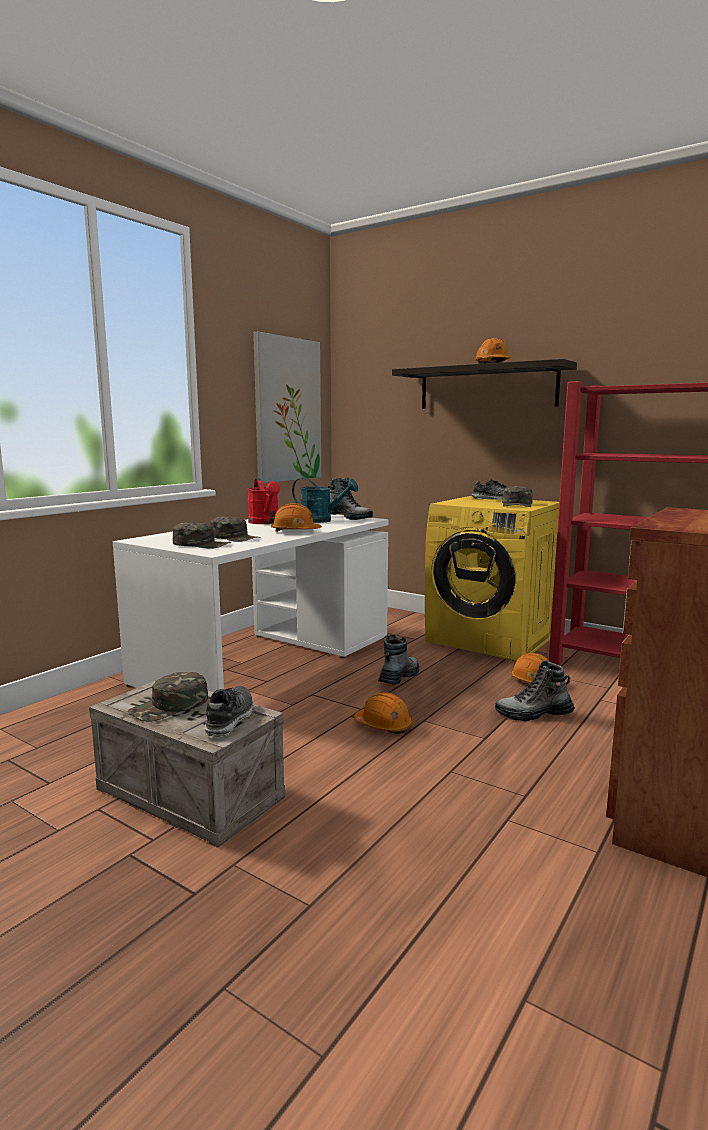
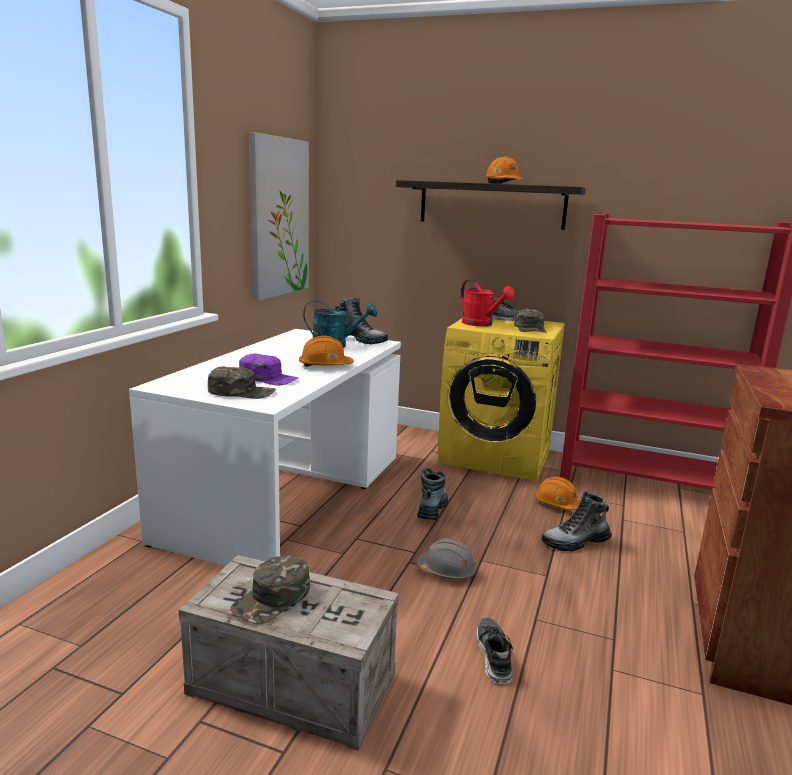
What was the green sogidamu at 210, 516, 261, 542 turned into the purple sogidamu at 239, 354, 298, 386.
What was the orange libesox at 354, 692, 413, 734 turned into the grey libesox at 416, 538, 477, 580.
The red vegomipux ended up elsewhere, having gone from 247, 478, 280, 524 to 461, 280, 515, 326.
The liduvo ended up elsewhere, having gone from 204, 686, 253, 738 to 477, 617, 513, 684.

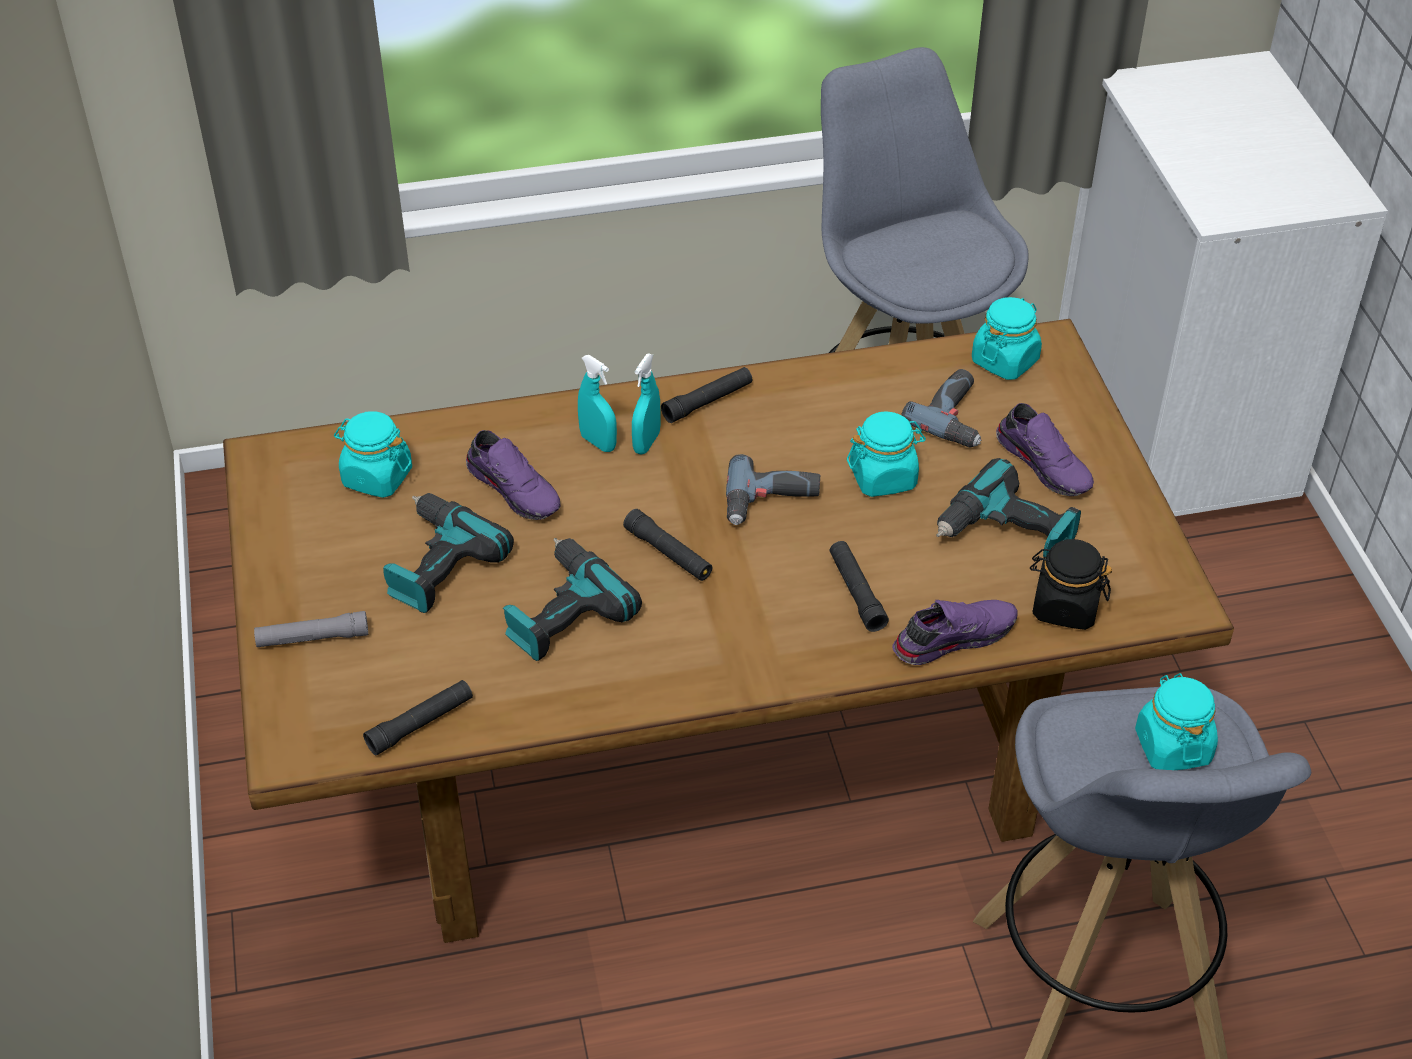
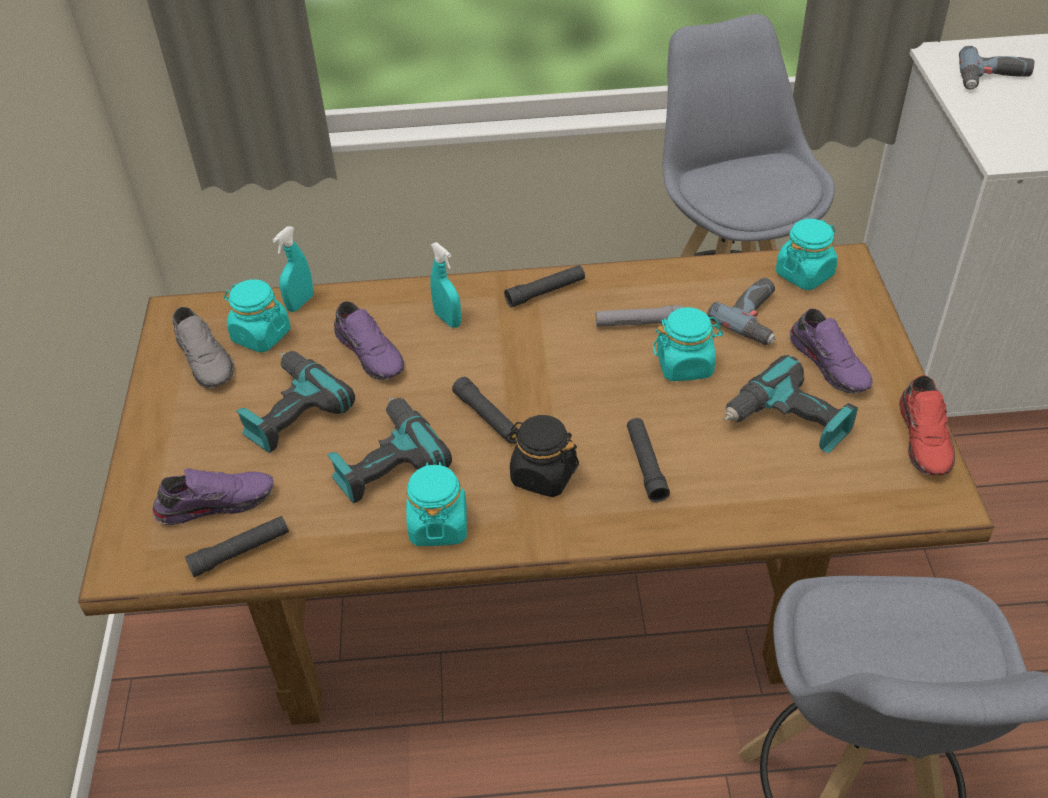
The purple liduvo ended up elsewhere, having gone from 892, 600, 1018, 665 to 152, 468, 274, 525.
The second view gained the grey liduvo at 172, 307, 235, 388.
The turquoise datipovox ended up elsewhere, having gone from 632, 353, 661, 454 to 273, 226, 313, 312.
The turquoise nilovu ended up elsewhere, having gone from 1135, 673, 1218, 770 to 406, 462, 467, 546.
The black nilovu ended up elsewhere, having gone from 1030, 539, 1112, 630 to 506, 415, 579, 497.
The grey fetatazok ended up elsewhere, having gone from 254, 611, 368, 647 to 596, 305, 682, 327.
The second view gained the red liduvo at 899, 375, 955, 475.
The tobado ended up elsewhere, having gone from 726, 454, 820, 525 to 959, 46, 1034, 89.

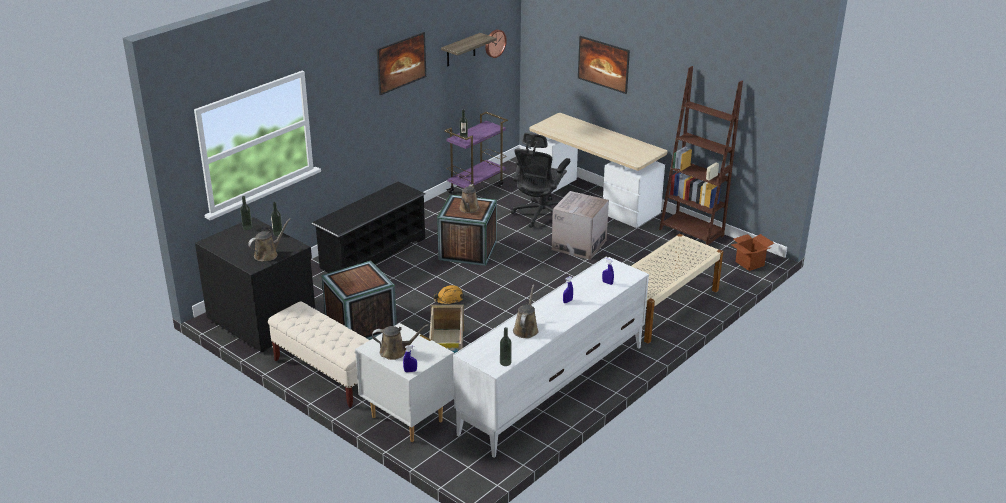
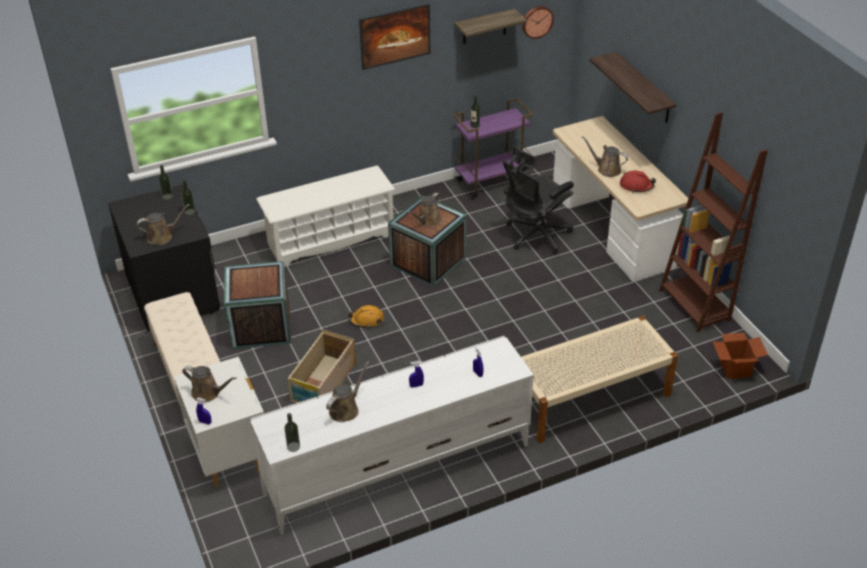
What was the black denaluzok at 311, 182, 425, 273 turned into the white denaluzok at 256, 166, 395, 266.
The second view gained the brown vegomipux at 582, 136, 628, 177.
Where the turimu hung at 578, 36, 630, 94, the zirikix came to hang at 589, 52, 676, 123.
The second view gained the red libesox at 620, 171, 656, 193.
The second view lost the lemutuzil at 552, 191, 609, 260.

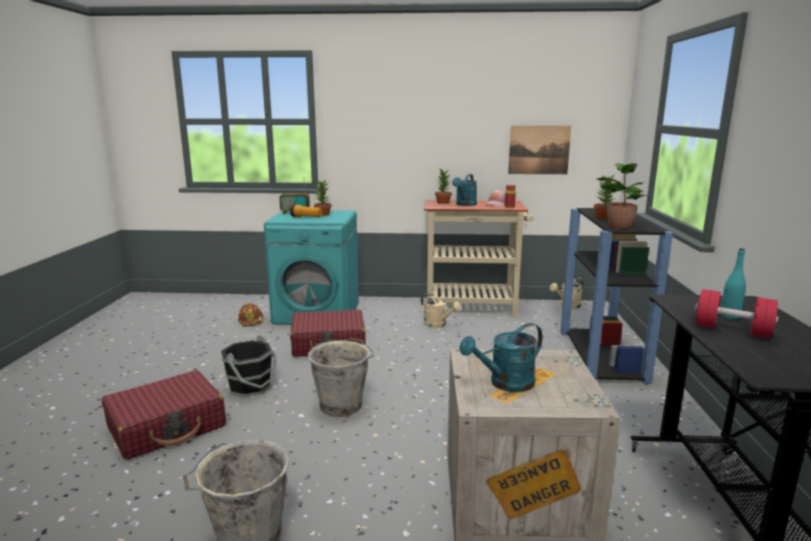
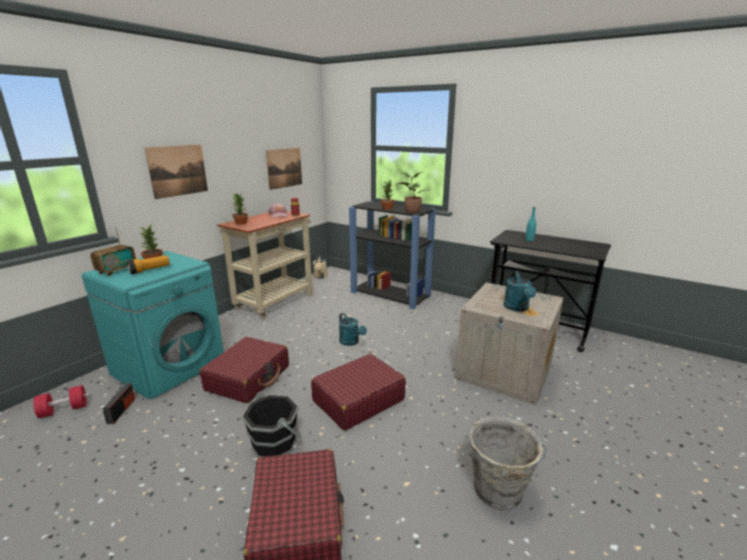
The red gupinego ended up elsewhere, having gone from 695, 289, 778, 339 to 33, 385, 87, 418.
Where the brown libesox stood at 238, 303, 263, 327, the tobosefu came to stand at 103, 382, 135, 424.
The second view gained the turimu at 145, 145, 208, 199.
Where the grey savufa stood at 308, 338, 374, 417, the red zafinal came to stand at 311, 354, 406, 431.
The turquoise vegomipux ended up elsewhere, having gone from 452, 174, 477, 206 to 339, 313, 367, 346.
The second view lost the beige vegomipux at 421, 293, 461, 328.

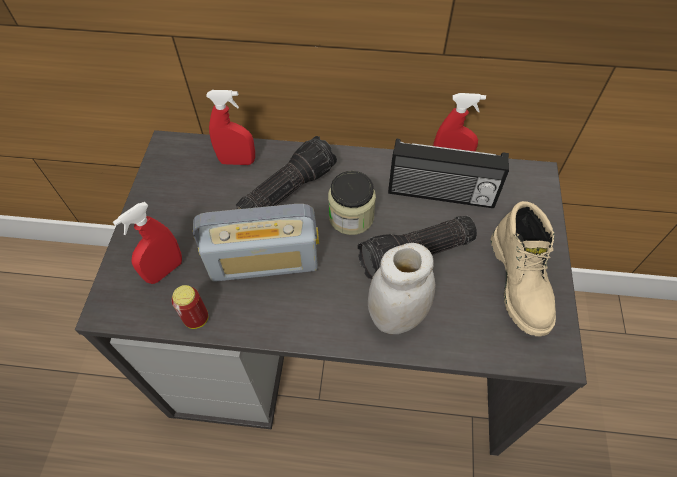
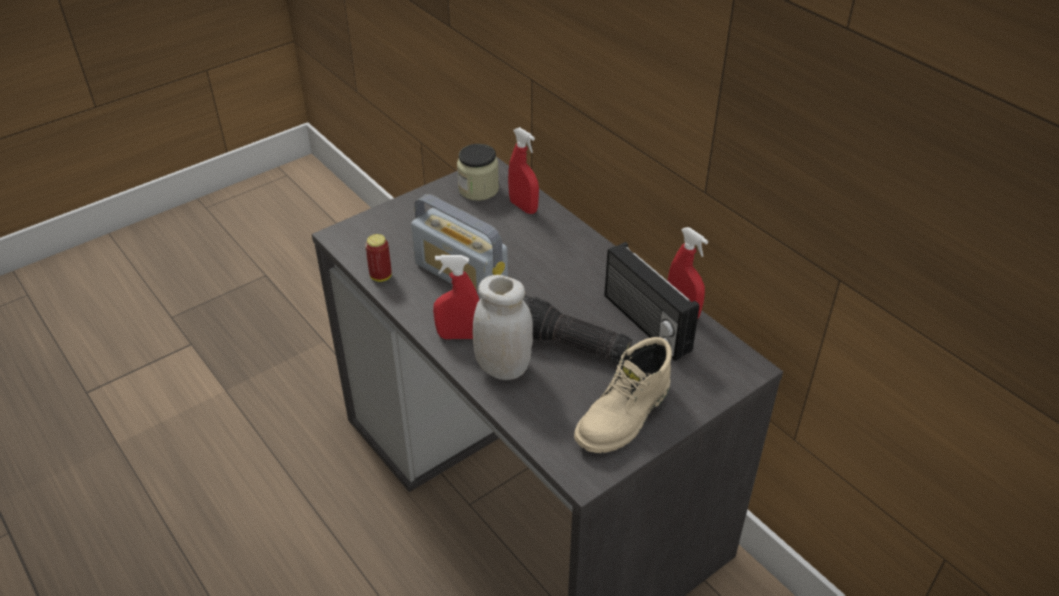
The red datipovox ended up elsewhere, having gone from 113, 202, 182, 284 to 433, 255, 479, 339.
The nilovu ended up elsewhere, having gone from 328, 171, 376, 235 to 457, 144, 499, 201.
The second view lost the fetatazok at 235, 136, 337, 209.

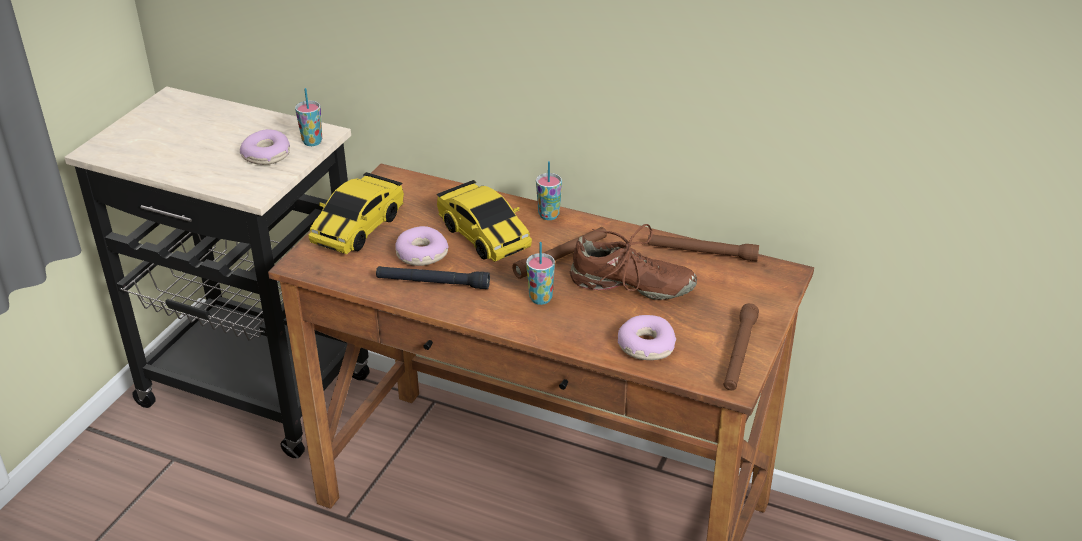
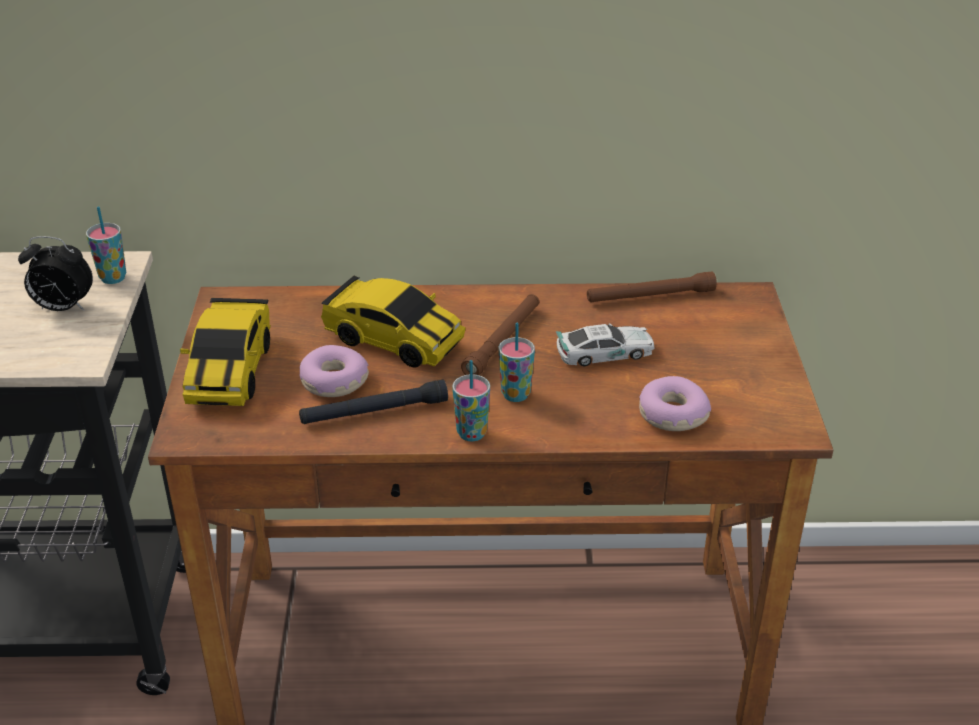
Where the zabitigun stood at 240, 129, 290, 165, the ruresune came to stand at 18, 236, 93, 311.
The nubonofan ended up elsewhere, having gone from 536, 161, 562, 220 to 452, 360, 490, 441.
Where the brown liduvo stood at 570, 224, 697, 300, the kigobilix came to stand at 556, 323, 655, 367.
The second view lost the brown fetatazok at 724, 303, 759, 390.

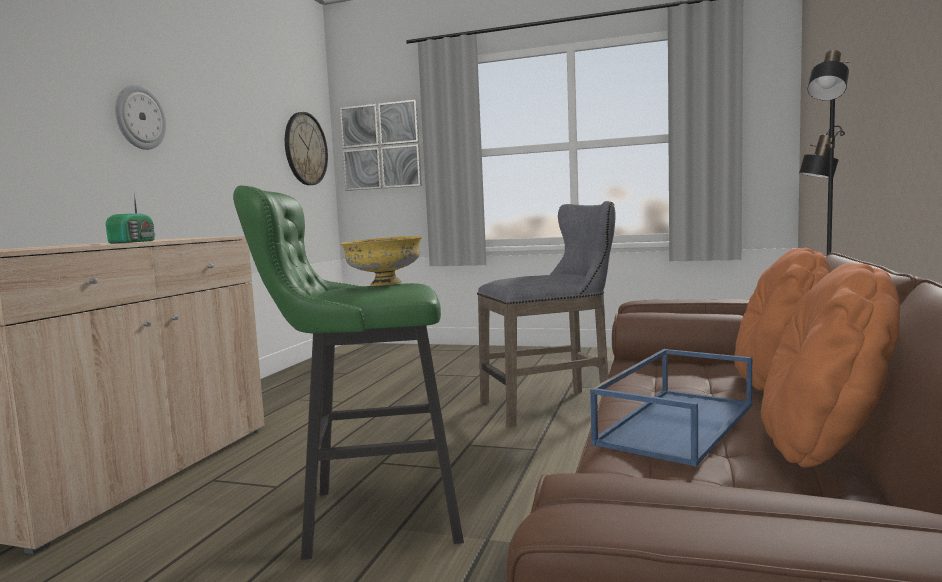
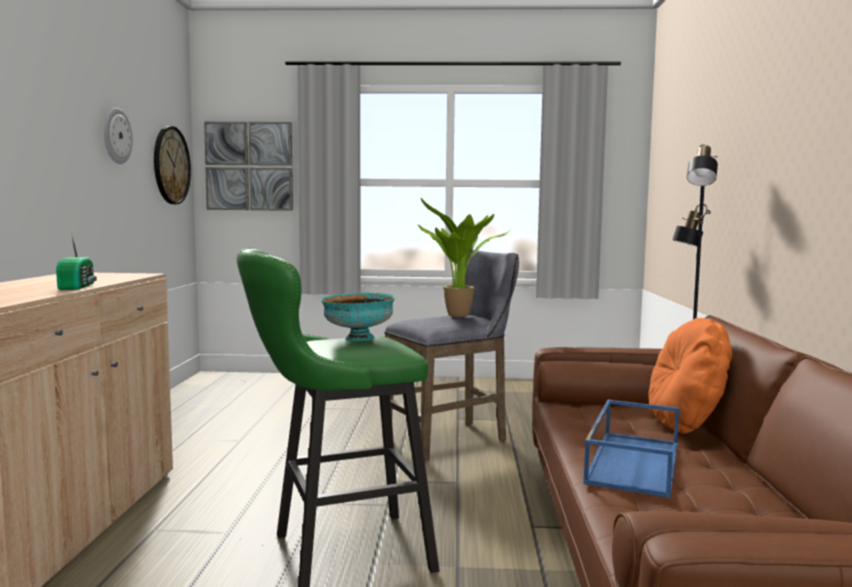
The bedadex ended up elsewhere, having gone from 115, 85, 166, 150 to 104, 108, 133, 164.
What was the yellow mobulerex at 340, 236, 422, 286 turned into the turquoise mobulerex at 320, 292, 396, 341.
The second view gained the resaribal at 418, 198, 511, 317.
The second view lost the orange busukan at 761, 263, 900, 468.

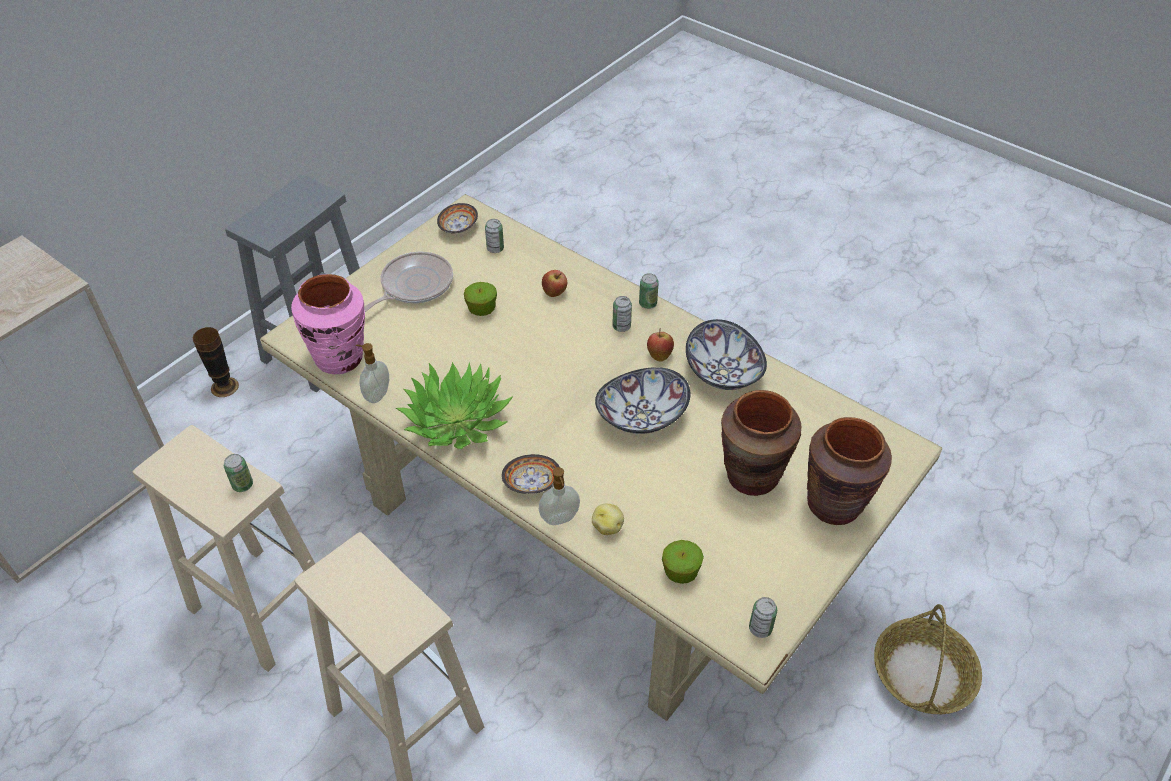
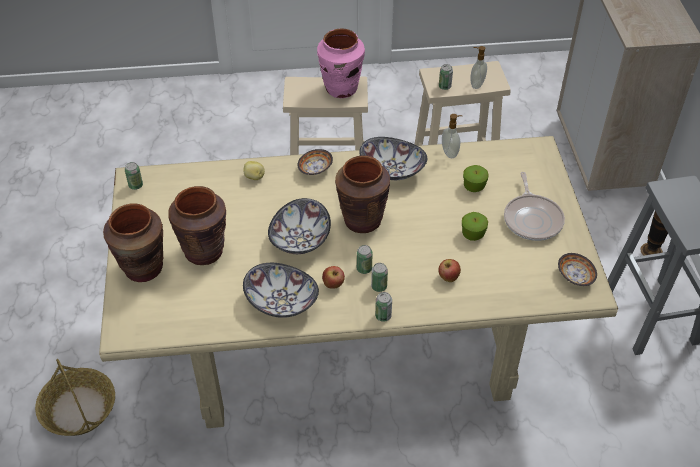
The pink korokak ended up elsewhere, having gone from 291, 274, 365, 374 to 317, 29, 365, 98.
The second view gained the brown korokak at 335, 155, 390, 233.
The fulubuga ended up elsewhere, having gone from 485, 219, 504, 253 to 357, 245, 373, 274.
Where the resaribal stood at 396, 362, 513, 449, the mobulerex came to stand at 359, 137, 427, 180.
The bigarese ended up elsewhere, having gone from 662, 540, 704, 584 to 463, 165, 489, 192.
The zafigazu ended up elsewhere, having gone from 539, 467, 580, 525 to 470, 46, 487, 89.

